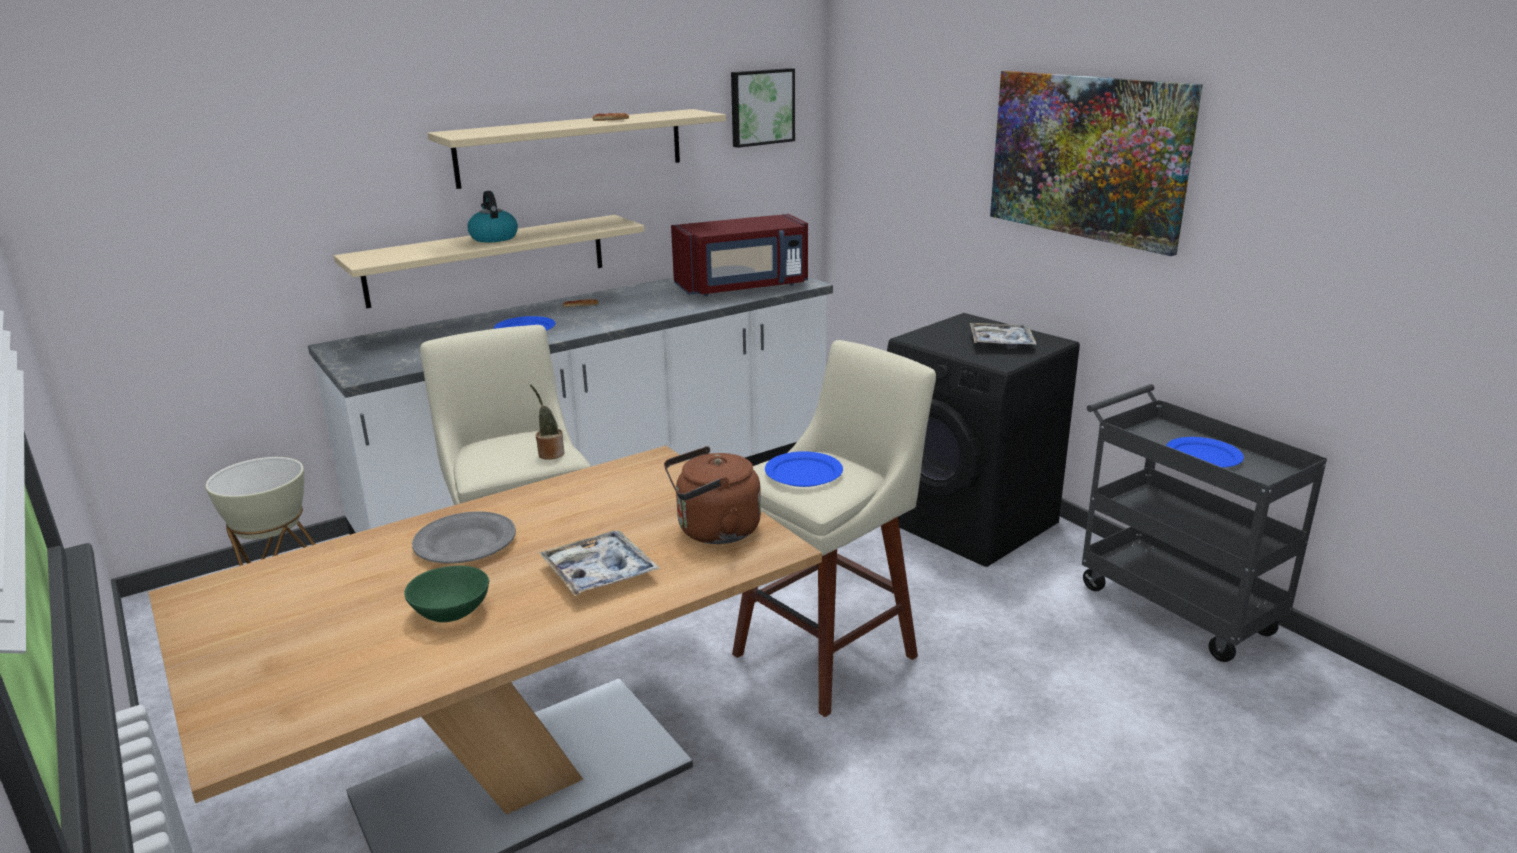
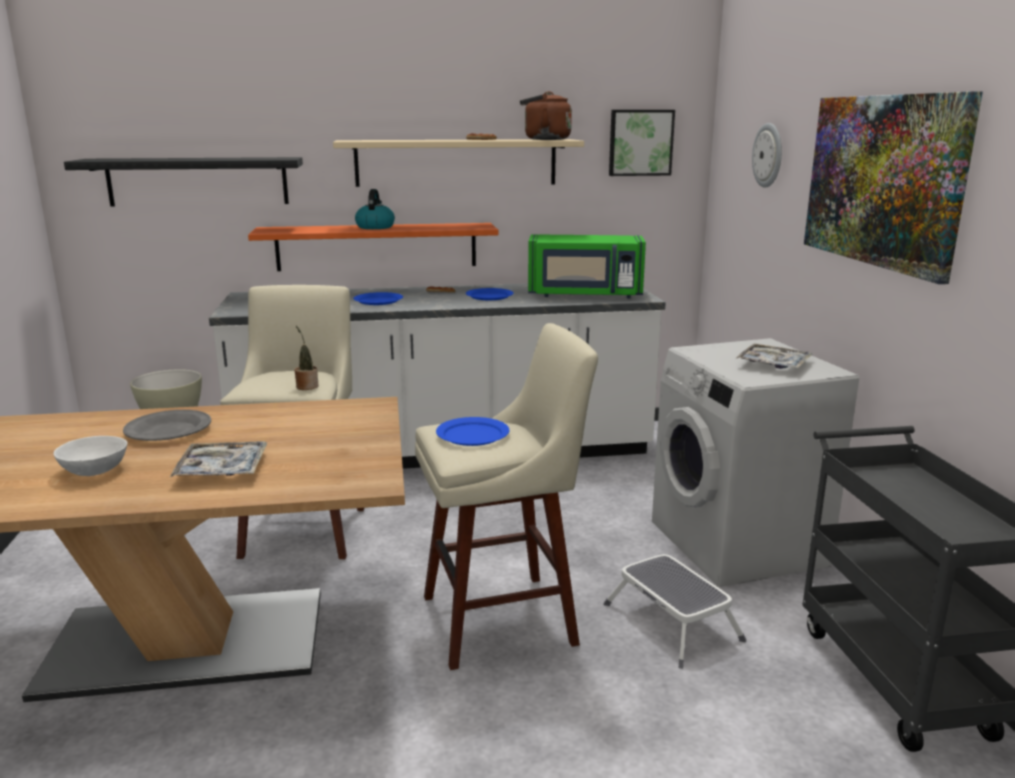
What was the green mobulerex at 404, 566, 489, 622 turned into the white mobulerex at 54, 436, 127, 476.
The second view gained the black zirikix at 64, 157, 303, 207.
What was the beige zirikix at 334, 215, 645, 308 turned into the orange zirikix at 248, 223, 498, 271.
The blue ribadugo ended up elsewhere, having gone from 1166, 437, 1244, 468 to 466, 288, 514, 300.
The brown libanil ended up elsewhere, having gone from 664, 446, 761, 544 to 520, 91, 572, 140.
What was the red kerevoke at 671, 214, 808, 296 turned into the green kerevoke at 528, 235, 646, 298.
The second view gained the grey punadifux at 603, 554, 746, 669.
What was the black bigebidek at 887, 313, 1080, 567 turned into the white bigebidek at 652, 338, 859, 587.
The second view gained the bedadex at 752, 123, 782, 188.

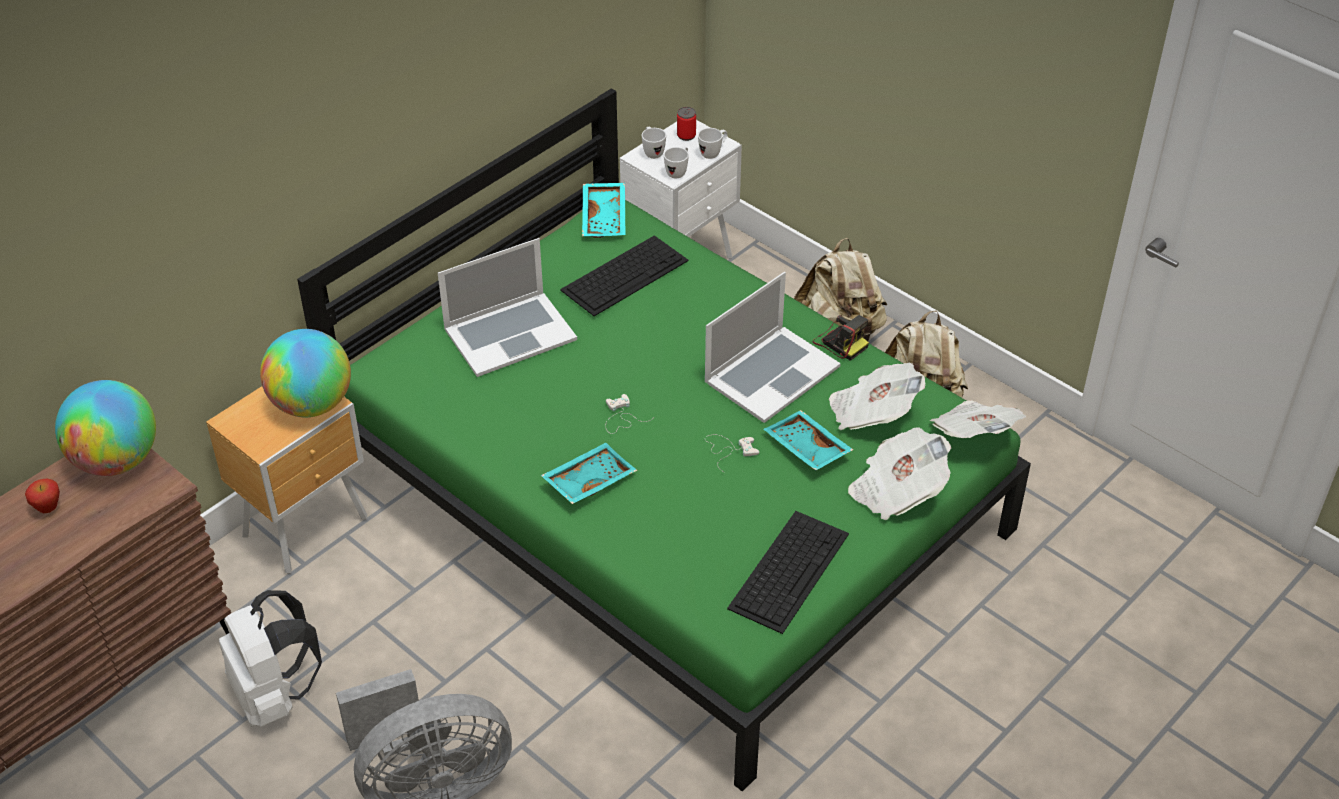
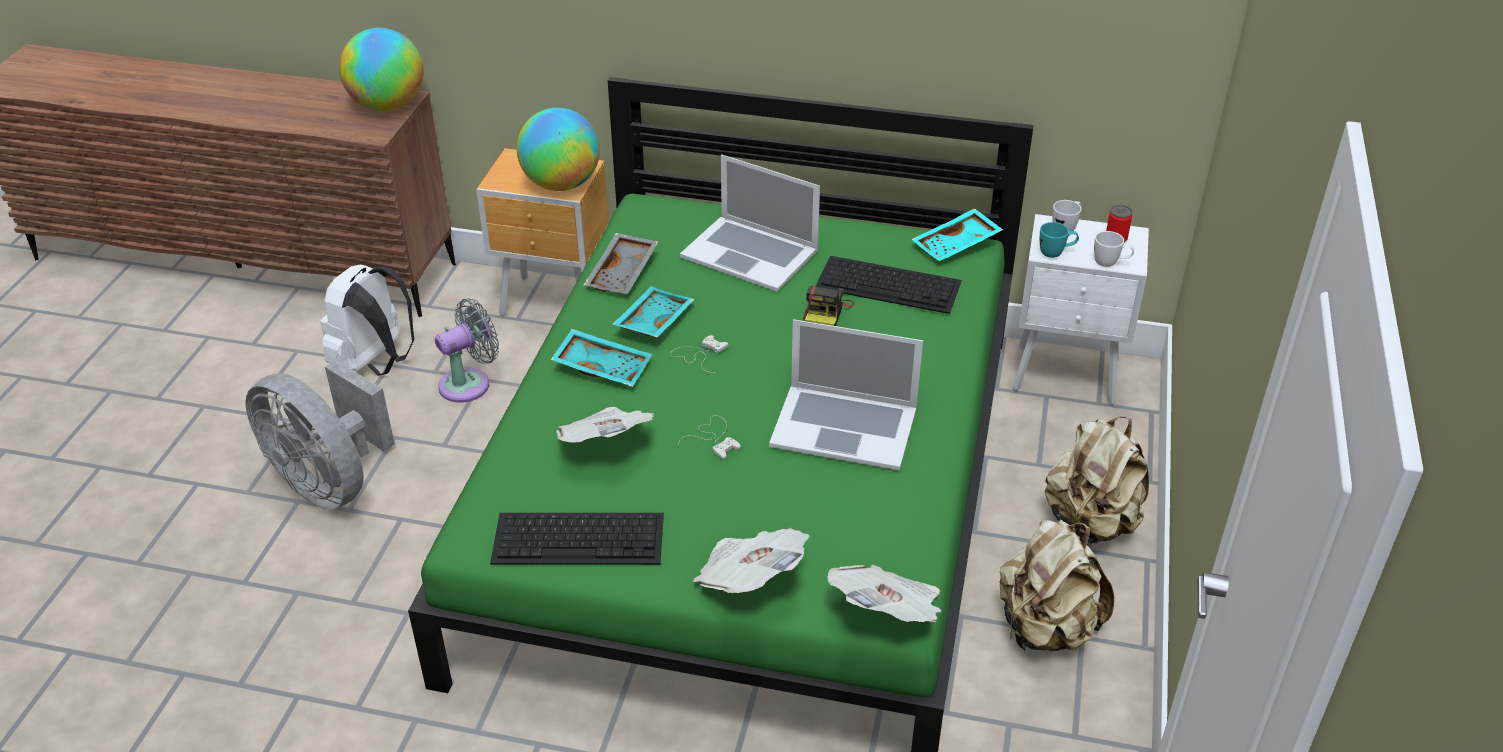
The second view gained the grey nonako at 435, 298, 499, 403.
The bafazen ended up elsewhere, having gone from 829, 363, 925, 430 to 556, 407, 654, 443.
The second view gained the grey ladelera at 584, 233, 659, 294.
The turquoise ladelera ended up elsewhere, having gone from 764, 410, 853, 470 to 612, 286, 695, 337.
The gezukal ended up elsewhere, having gone from 813, 315, 869, 361 to 803, 286, 854, 326.
What was the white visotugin at 664, 147, 689, 178 turned into the turquoise visotugin at 1040, 222, 1079, 258.
The second view lost the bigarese at 25, 478, 60, 513.

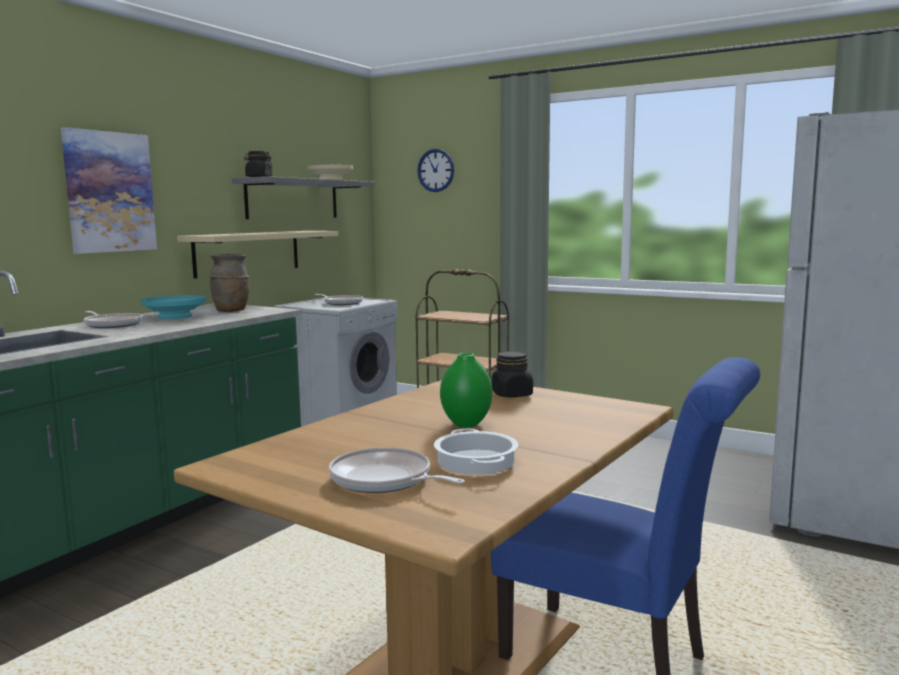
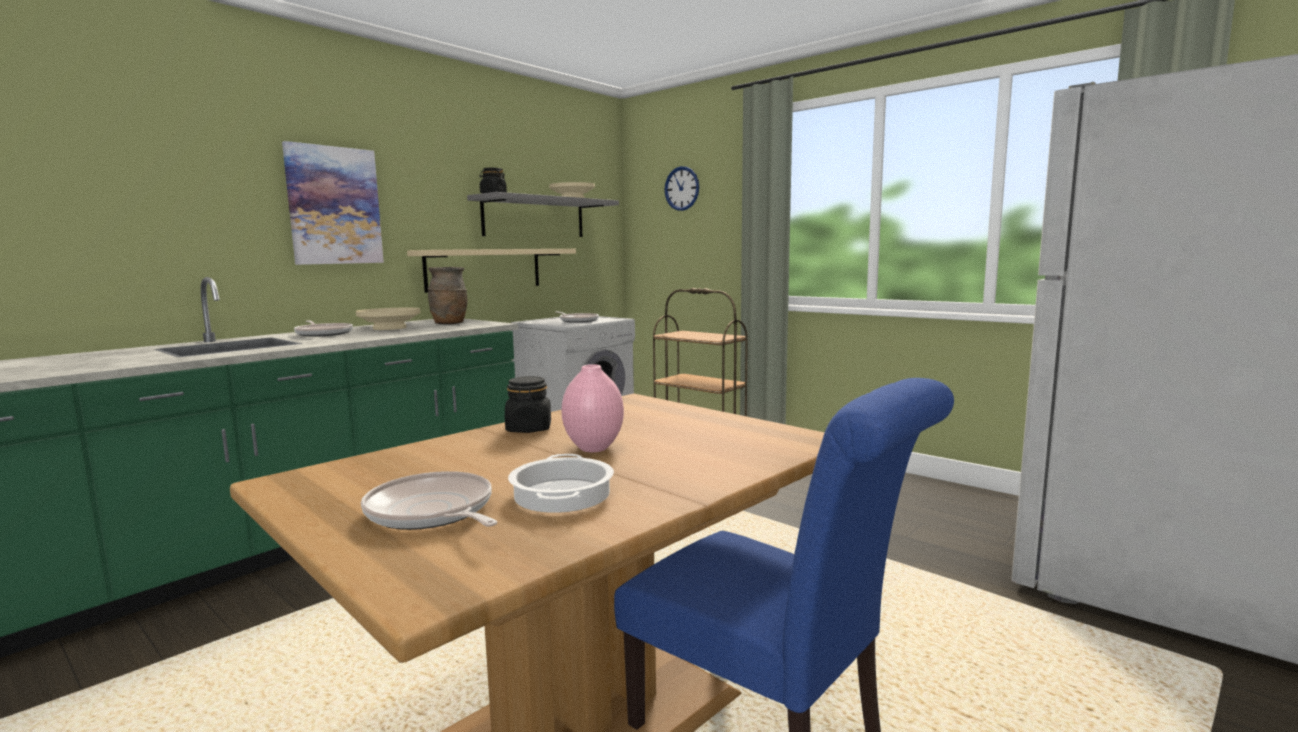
What was the turquoise mobulerex at 141, 295, 206, 319 turned into the beige mobulerex at 356, 308, 420, 330.
The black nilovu ended up elsewhere, having gone from 491, 351, 533, 398 to 505, 376, 551, 433.
What was the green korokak at 440, 353, 493, 428 turned into the pink korokak at 561, 364, 624, 452.

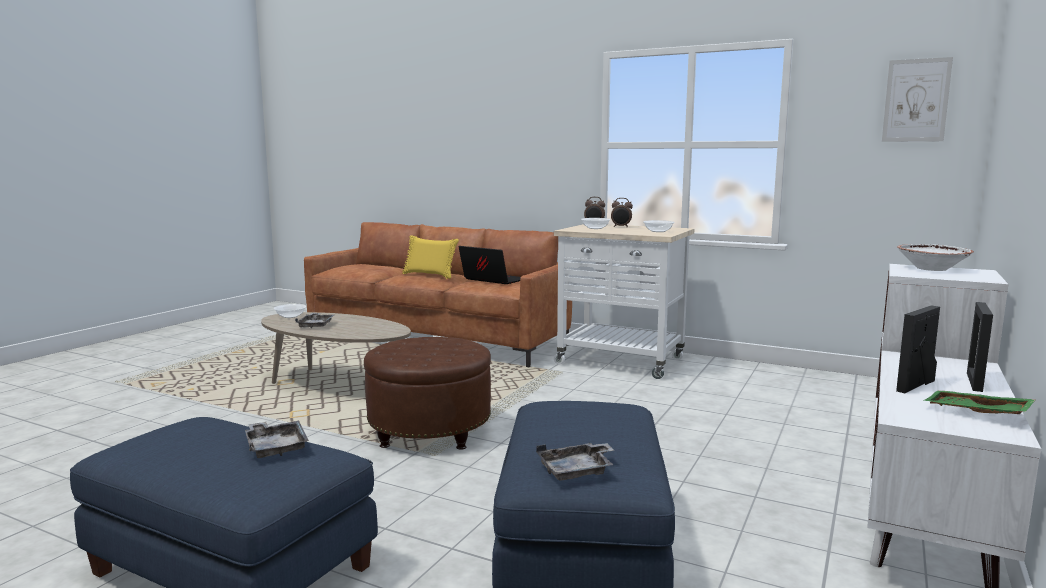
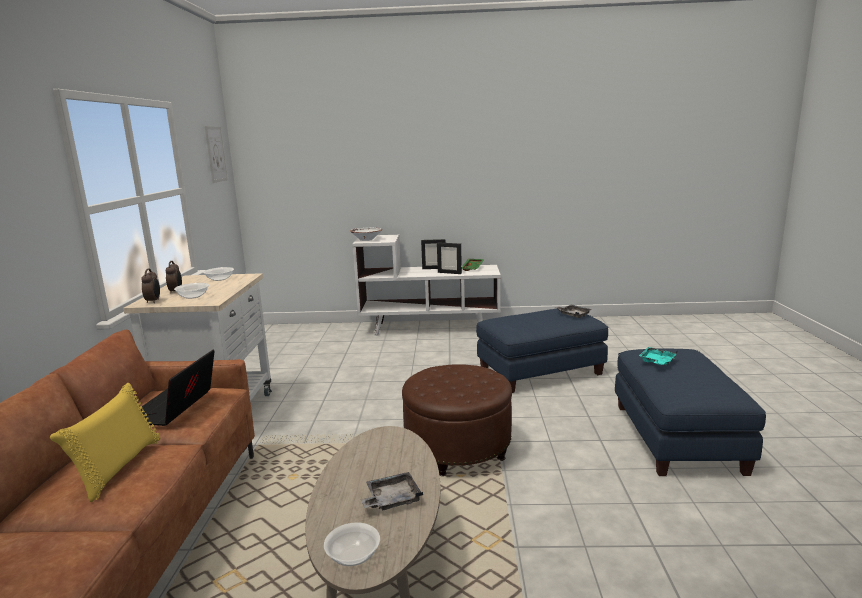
What was the grey ladelera at 245, 421, 309, 458 turned into the turquoise ladelera at 639, 347, 677, 365.

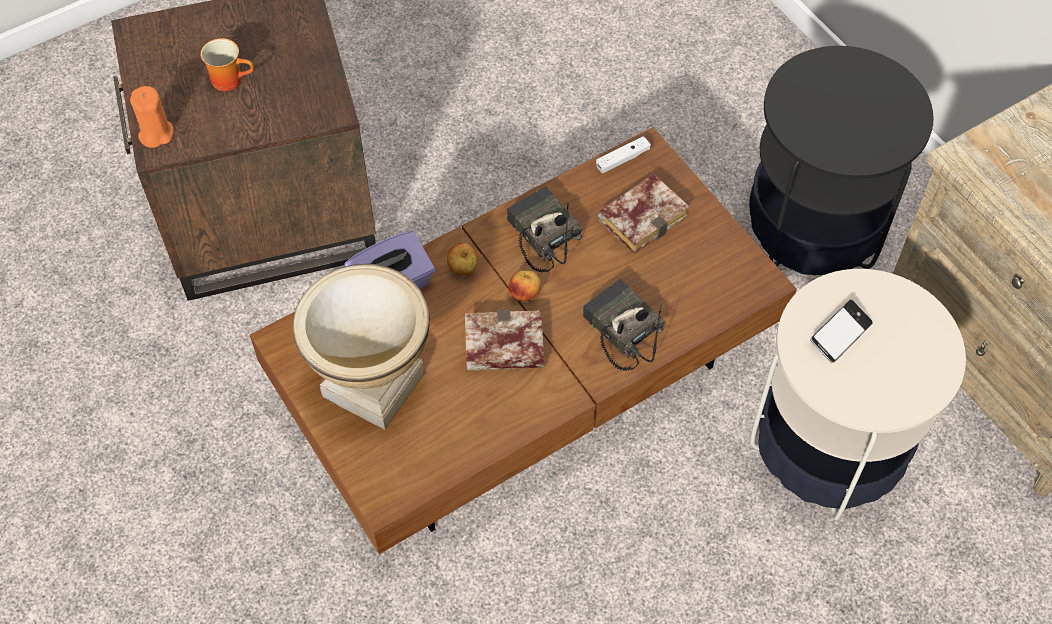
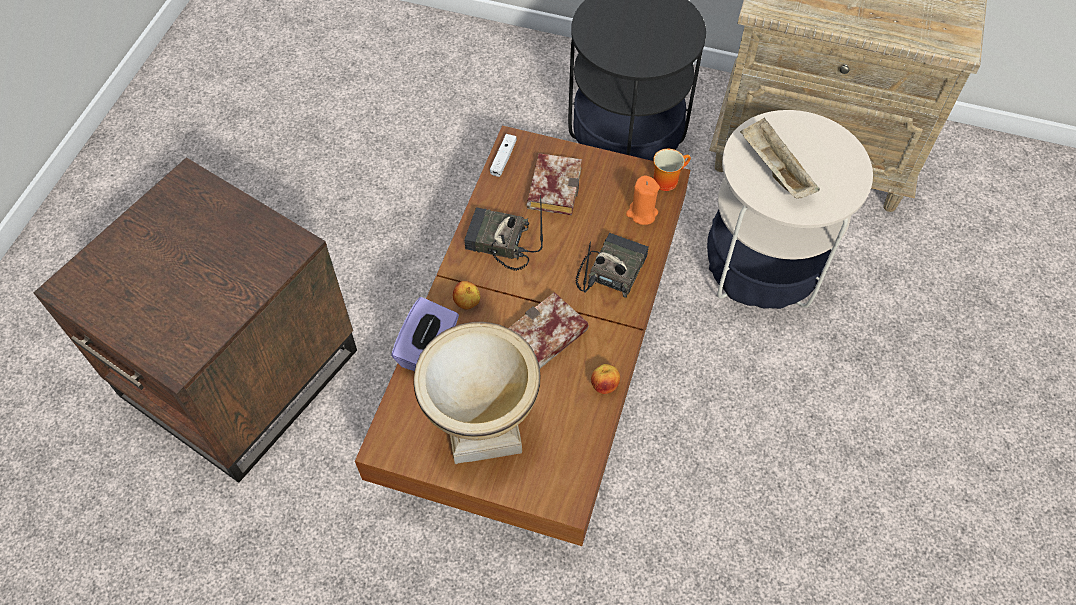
The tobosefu at 583, 279, 665, 371 ended up facing another way, 105 degrees clockwise from before.
The bigarese ended up elsewhere, having gone from 509, 271, 541, 301 to 591, 364, 620, 394.
The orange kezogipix ended up elsewhere, having gone from 130, 86, 173, 148 to 626, 175, 660, 225.
The visotugin ended up elsewhere, having gone from 200, 38, 254, 91 to 653, 149, 691, 191.
Where the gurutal stood at 810, 300, 873, 363, the beige ladelera came to stand at 740, 118, 820, 199.

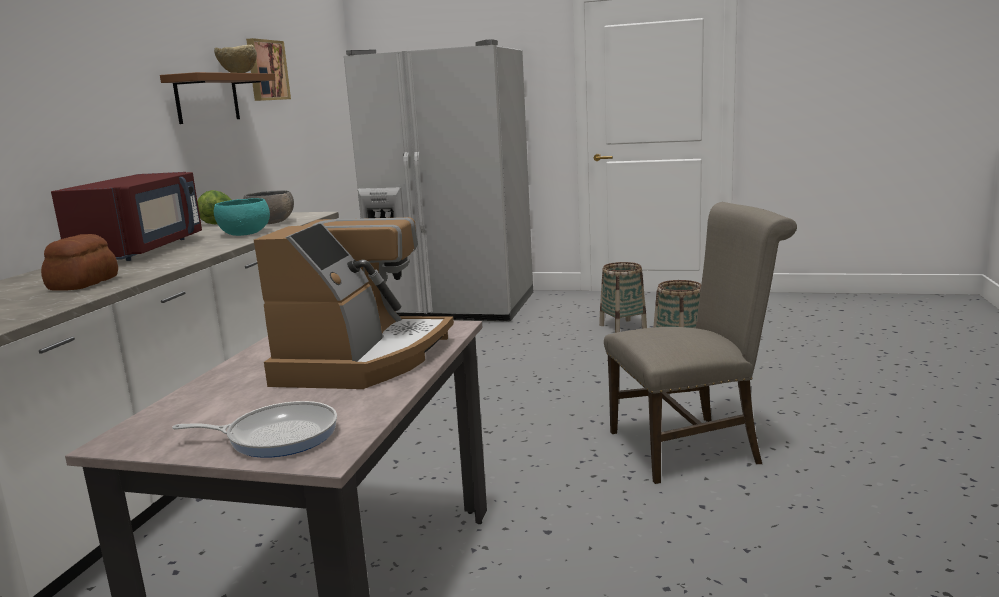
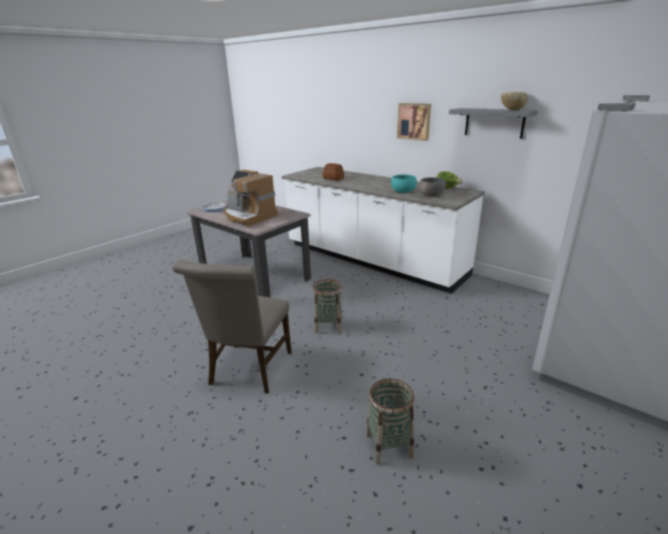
The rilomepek ended up elsewhere, having gone from 599, 262, 647, 333 to 313, 279, 342, 333.
The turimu ended up elsewhere, having gone from 246, 38, 291, 101 to 397, 103, 431, 141.
What was the brown zirikix at 160, 72, 275, 124 turned into the grey zirikix at 449, 108, 538, 139.
The second view lost the red kerevoke at 51, 172, 202, 261.

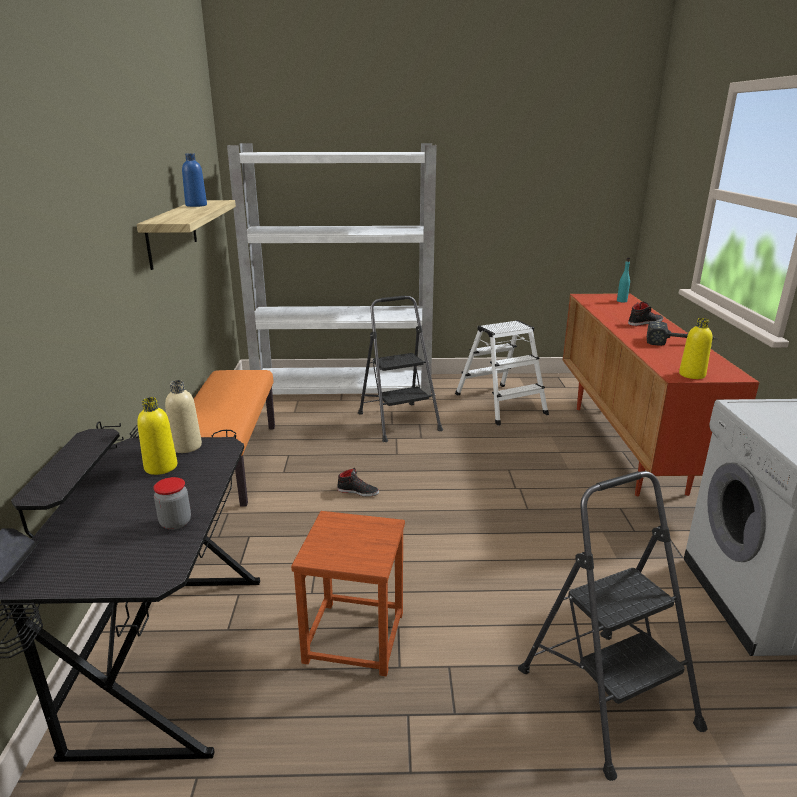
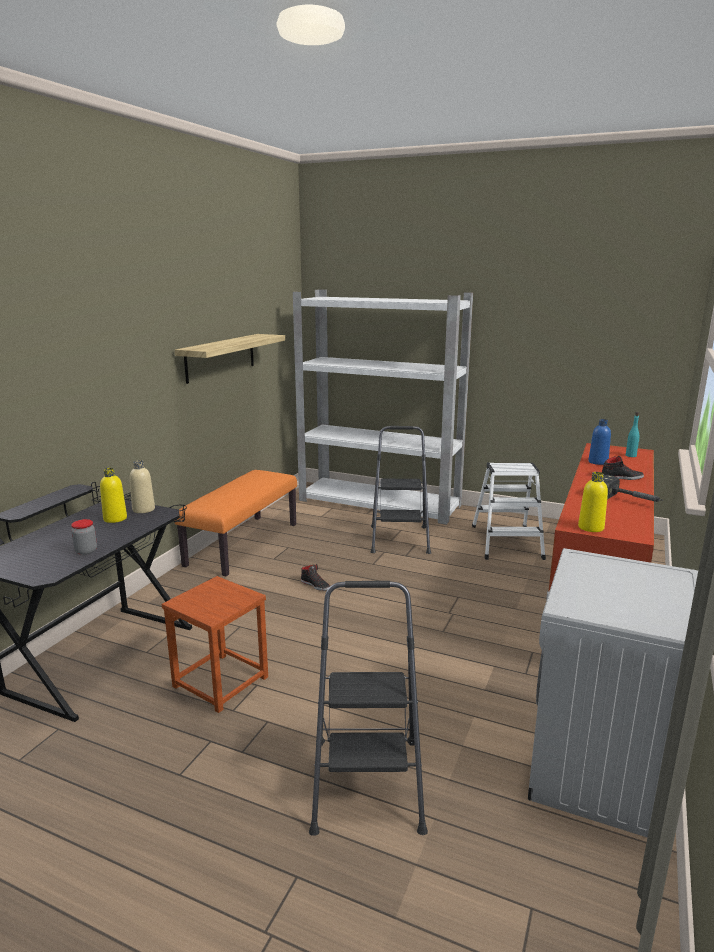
The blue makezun ended up elsewhere, having gone from 182, 153, 207, 207 to 589, 419, 611, 465.

